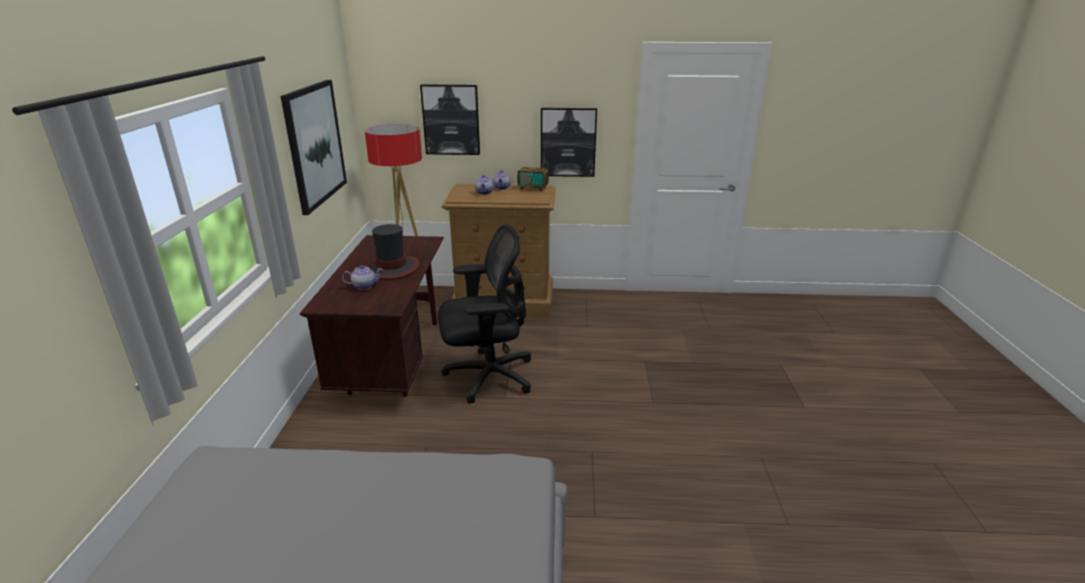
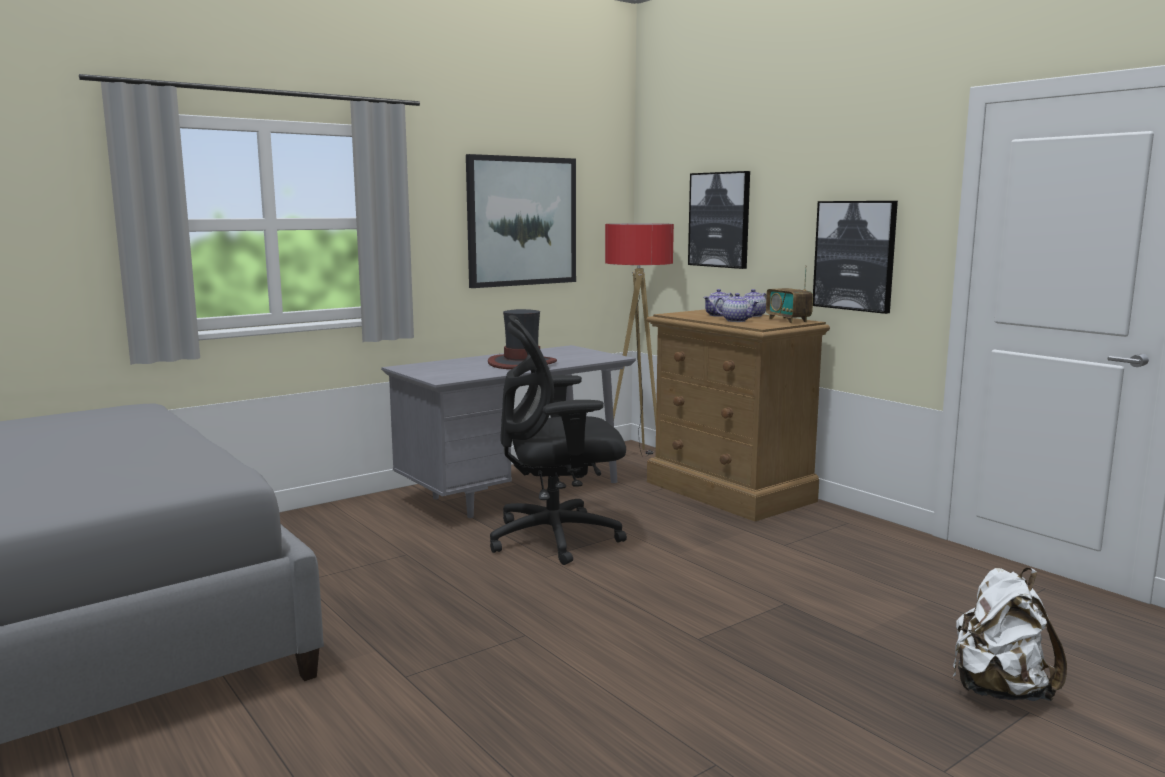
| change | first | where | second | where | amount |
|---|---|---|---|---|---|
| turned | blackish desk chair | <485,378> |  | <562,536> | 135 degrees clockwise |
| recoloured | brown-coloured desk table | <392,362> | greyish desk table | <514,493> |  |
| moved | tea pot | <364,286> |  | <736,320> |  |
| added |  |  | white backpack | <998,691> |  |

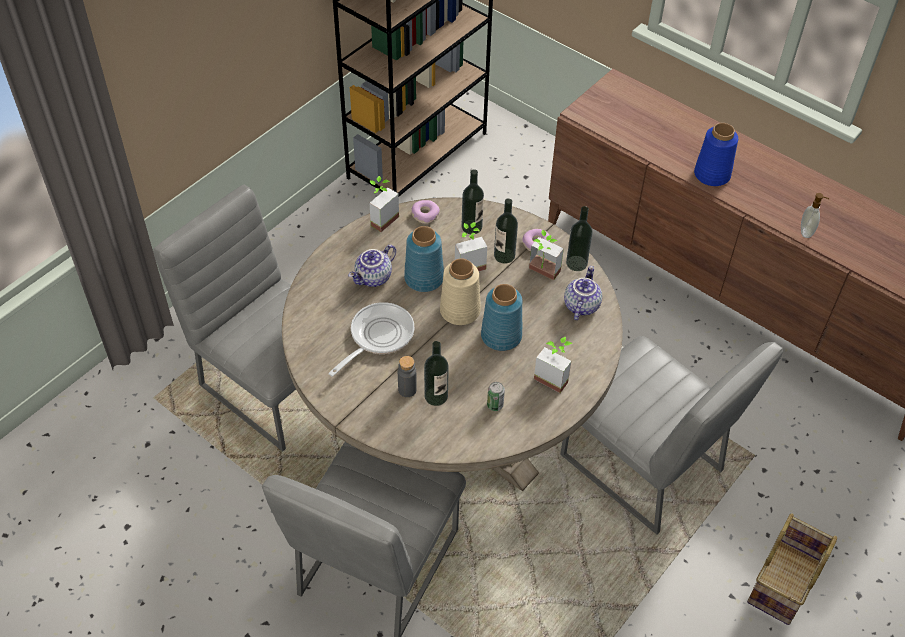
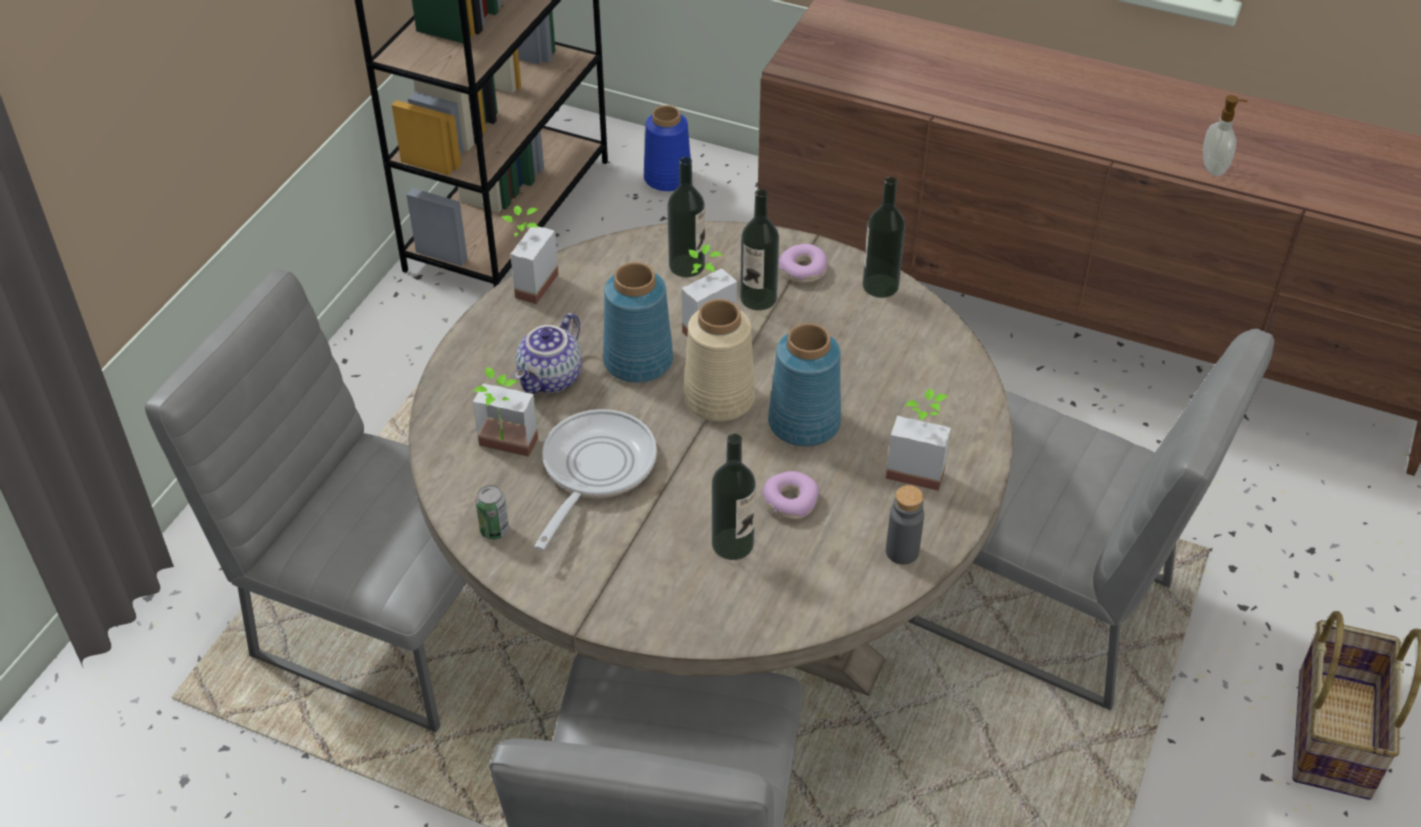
| change | first | where | second | where | amount |
|---|---|---|---|---|---|
| moved | bluish decorative vase | <712,175> |  | <668,178> |  |
| moved | doughnut | <425,215> |  | <790,501> |  |
| moved | potted plant | <541,273> |  | <504,449> |  |
| removed | tea pot | <580,305> |  |  |  |
| moved | greyish beverage bottle | <407,390> |  | <902,551> |  |
| moved | can | <495,405> |  | <494,530> |  |

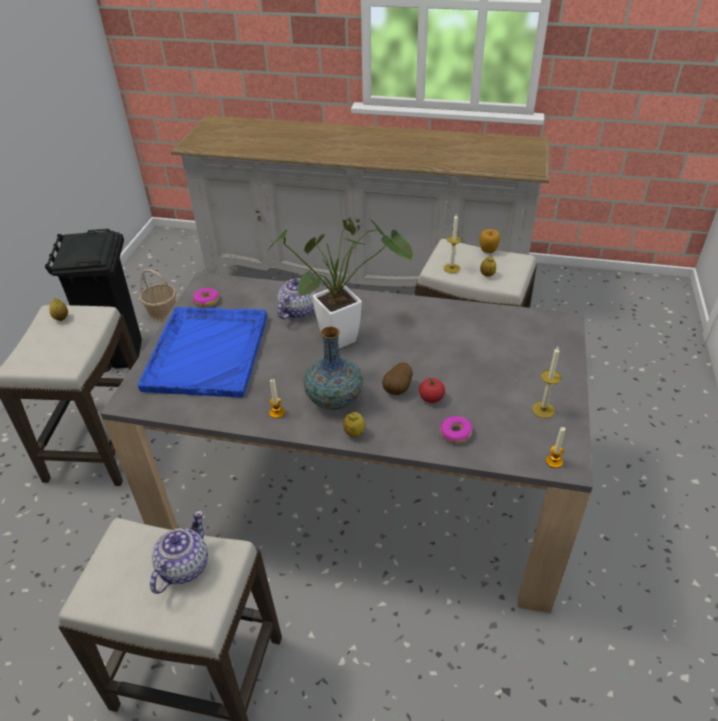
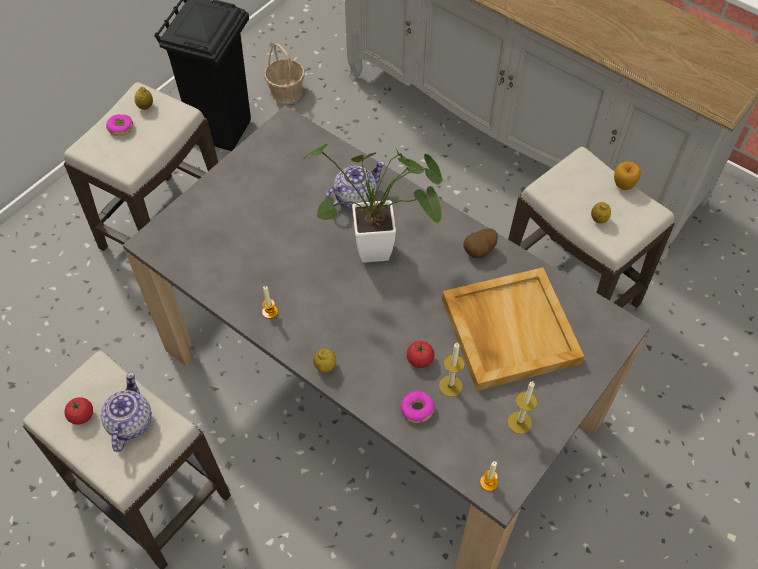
| change | first | where | second | where | amount |
|---|---|---|---|---|---|
| moved | candle | <451,268> |  | <450,386> |  |
| moved | doughnut | <206,301> |  | <120,128> |  |
| removed | bluish tray | <208,351> |  |  |  |
| removed | decorative vase | <334,399> |  |  |  |
| moved | potato | <398,389> |  | <479,252> |  |
| turned | tea pot | <183,567> |  | <129,423> | 45 degrees counterclockwise |
| added |  |  | sand-coloured tray | <508,330> |  |
| added |  |  | fresh tomato | <82,415> |  |

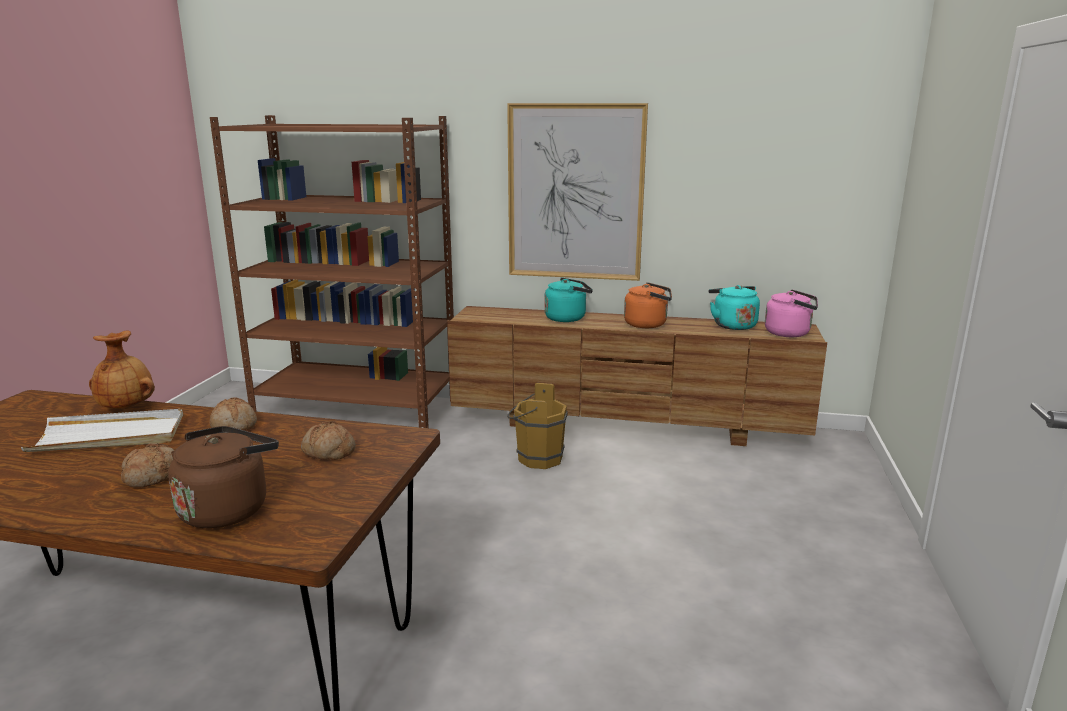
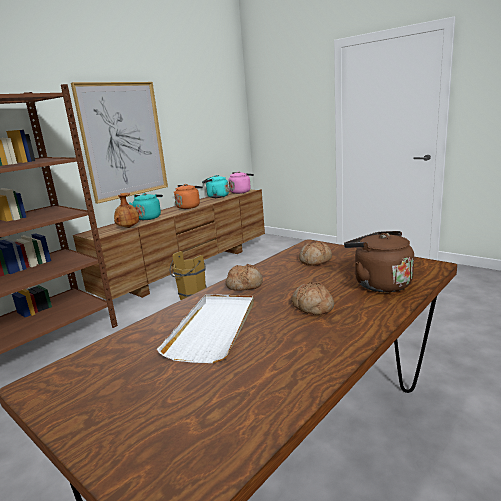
| change | first | where | second | where | amount |
|---|---|---|---|---|---|
| moved | brown-coloured decorative vase | <127,408> |  | <128,227> |  |

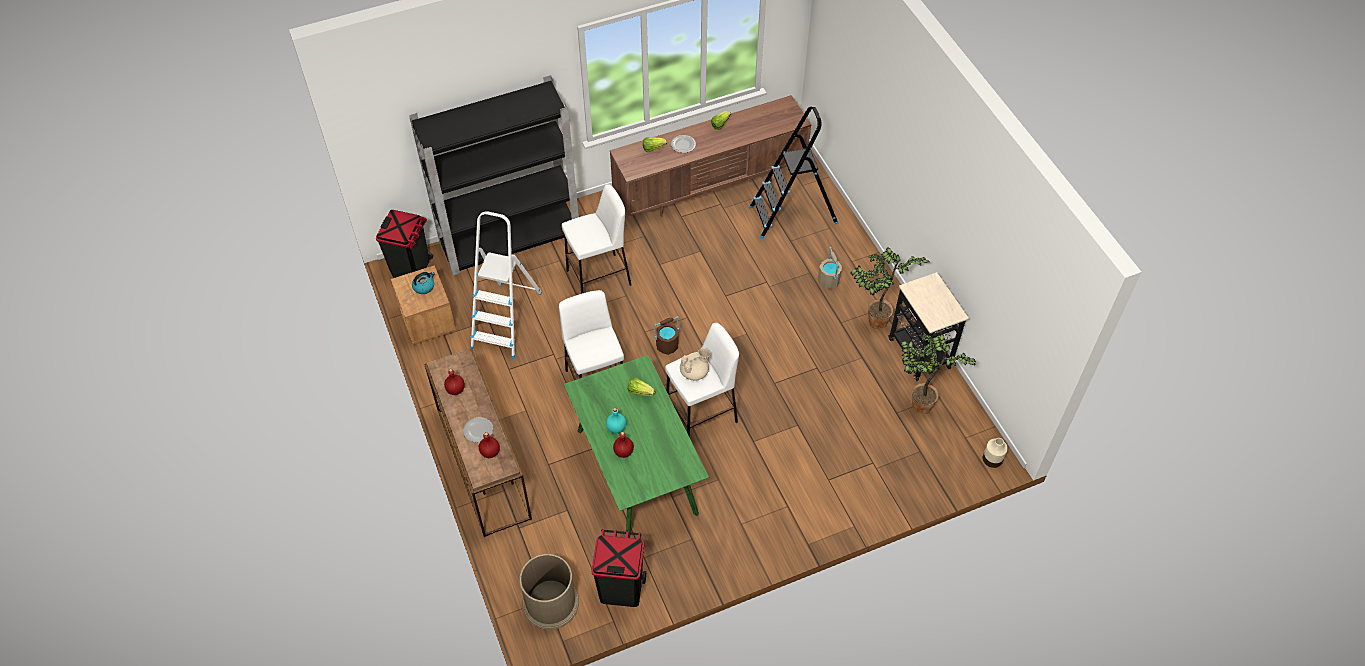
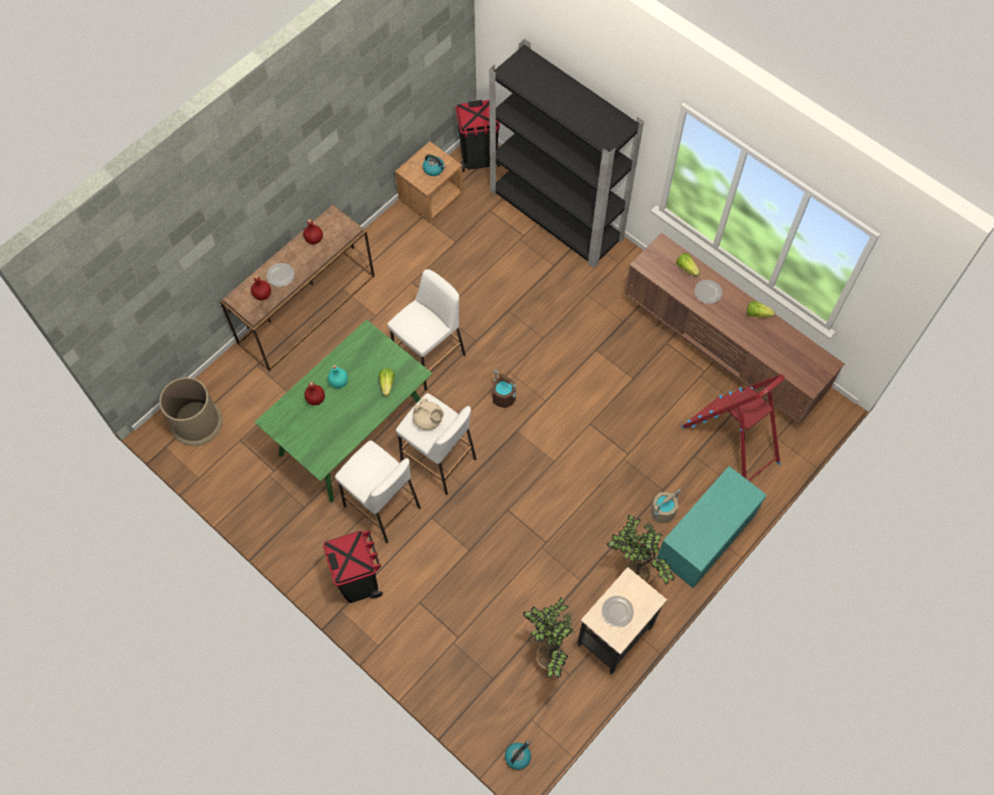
| change | first | where | second | where | amount |
|---|---|---|---|---|---|
| recoloured | blackish step stool | <792,215> | red step stool | <729,444> |  |
| moved | white stool | <599,277> |  | <382,507> |  |
| removed | white step stool | <506,320> |  |  |  |
| replaced | sand-coloured decorative vase | <992,459> | tea kettle | <518,756> |  |
| moved | blackish waste bin | <621,589> |  | <359,580> |  |
| added |  |  | blue-green long seat | <706,538> |  |
| added |  |  | dinner plate | <617,611> |  |

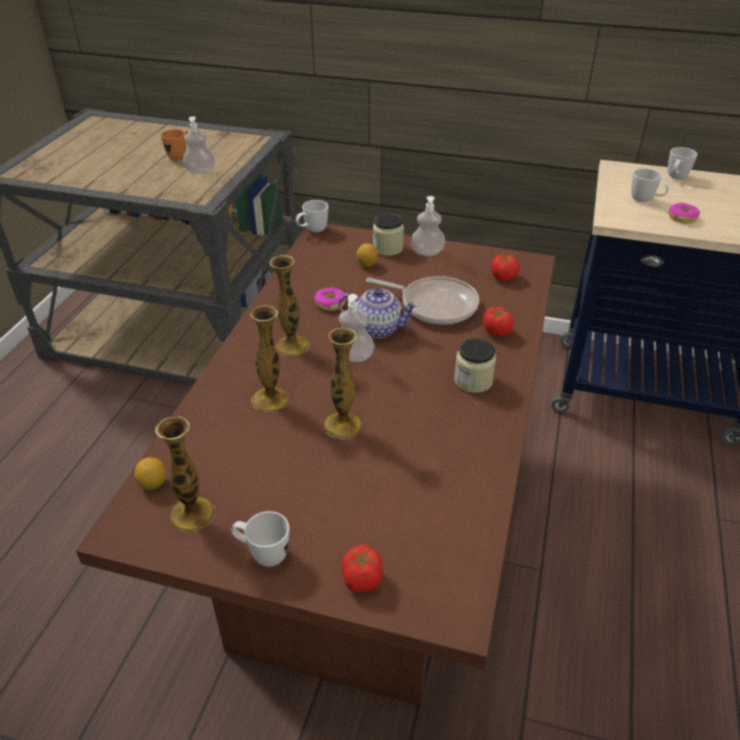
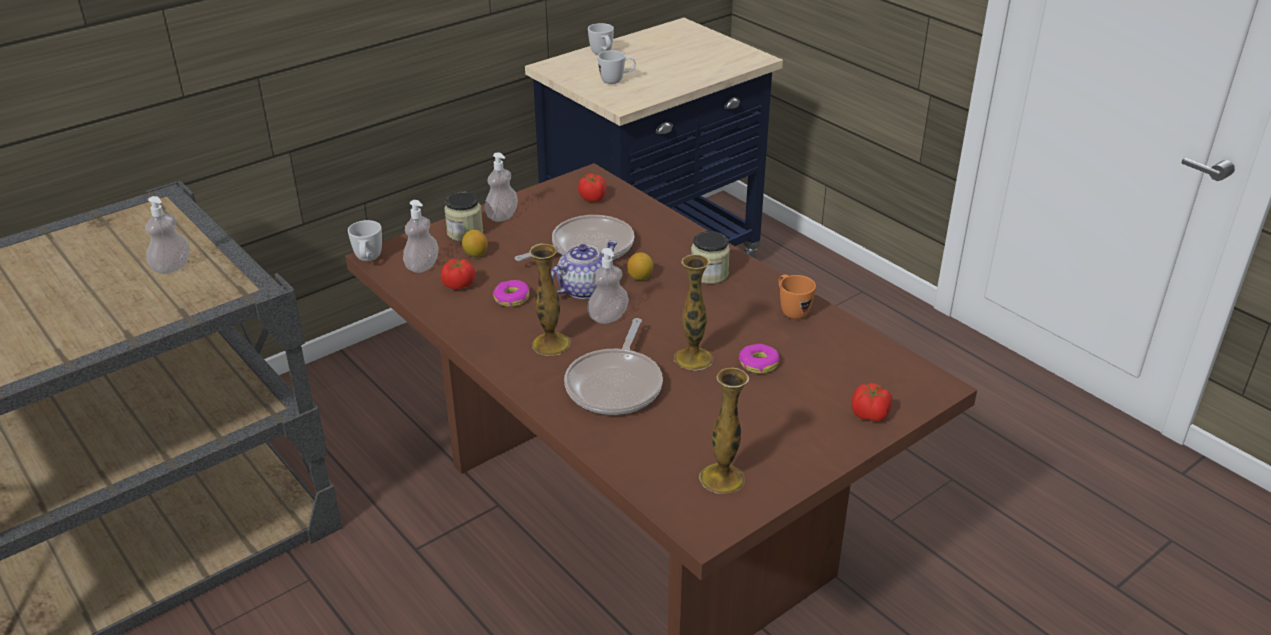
| change | first | where | second | where | amount |
|---|---|---|---|---|---|
| moved | orange tea mug | <180,155> |  | <791,310> |  |
| moved | doughnut | <682,217> |  | <758,364> |  |
| replaced | decorative vase | <270,400> | frying pan | <616,385> |  |
| moved | fresh tomato | <496,331> |  | <459,285> |  |
| moved | whole lemon | <153,484> |  | <640,277> |  |
| removed | white tea mug | <262,554> |  |  |  |
| added |  |  | soap bottle | <422,266> |  |

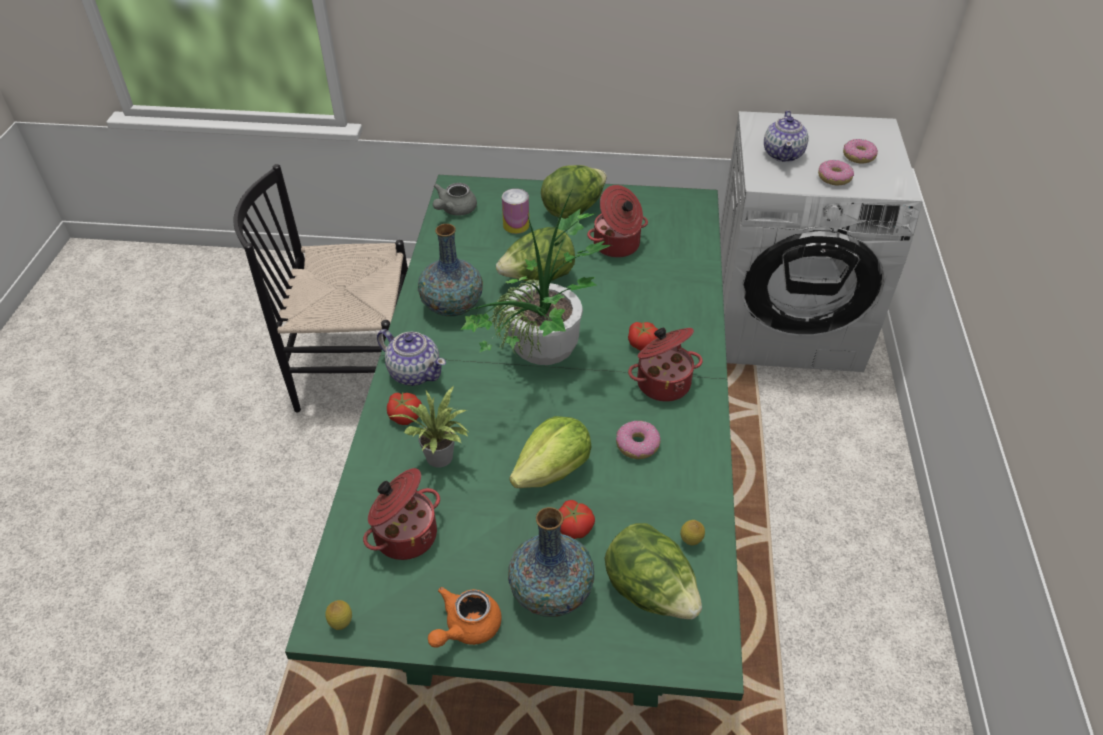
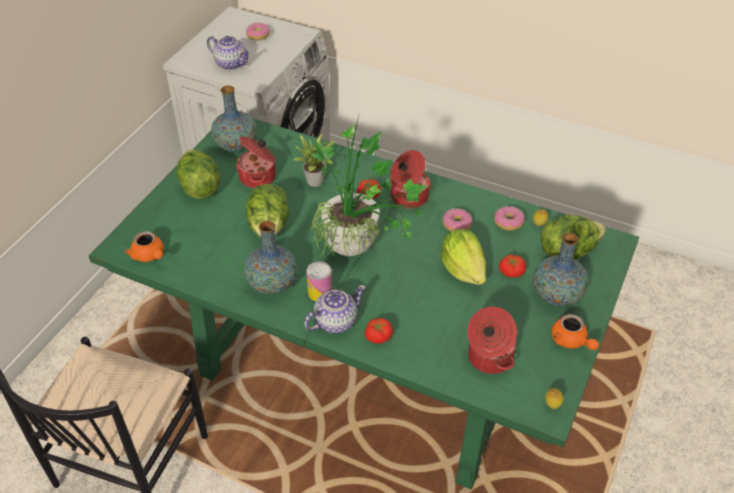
| change | first | where | second | where | amount |
|---|---|---|---|---|---|
| moved | doughnut | <834,178> |  | <508,222> |  |
| recoloured | greyish tea pot | <454,210> | orange tea pot | <149,256> |  |
| moved | can | <516,225> |  | <320,292> |  |
| moved | potted plant | <440,460> |  | <317,181> |  |
| added |  |  | decorative vase | <236,145> |  |

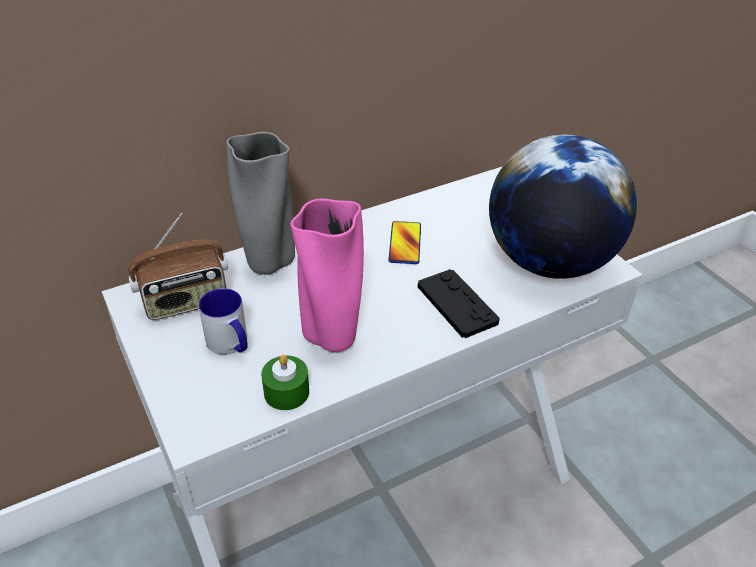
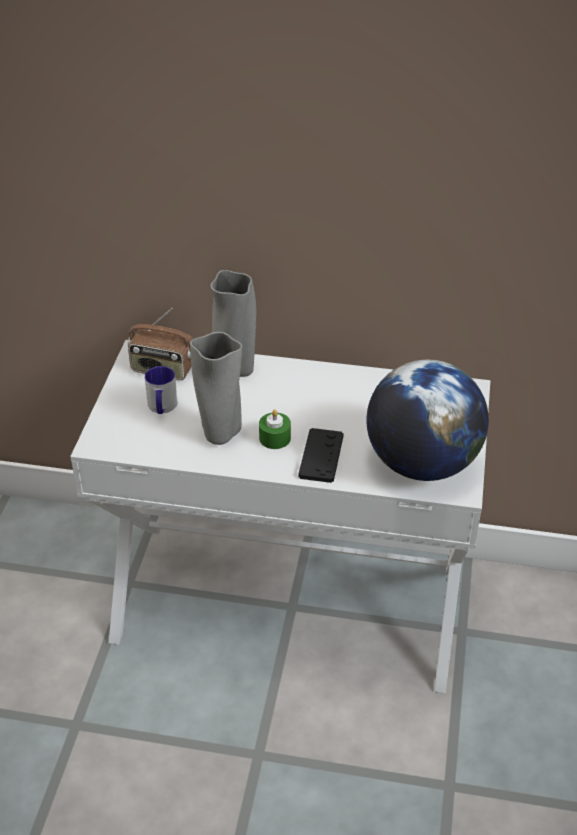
| change | first | where | second | where | amount |
|---|---|---|---|---|---|
| recoloured | pinkish decorative vase | <331,338> | greyish decorative vase | <220,434> |  |
| removed | telephone | <405,243> |  |  |  |
| moved | greenish candle | <286,392> |  | <275,438> |  |

